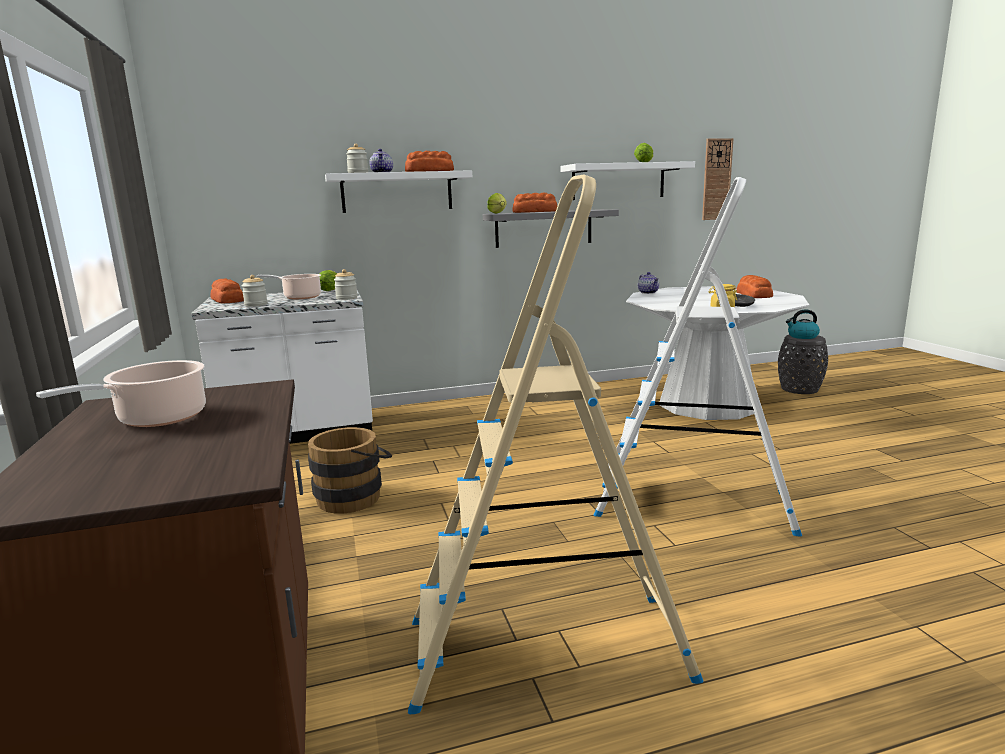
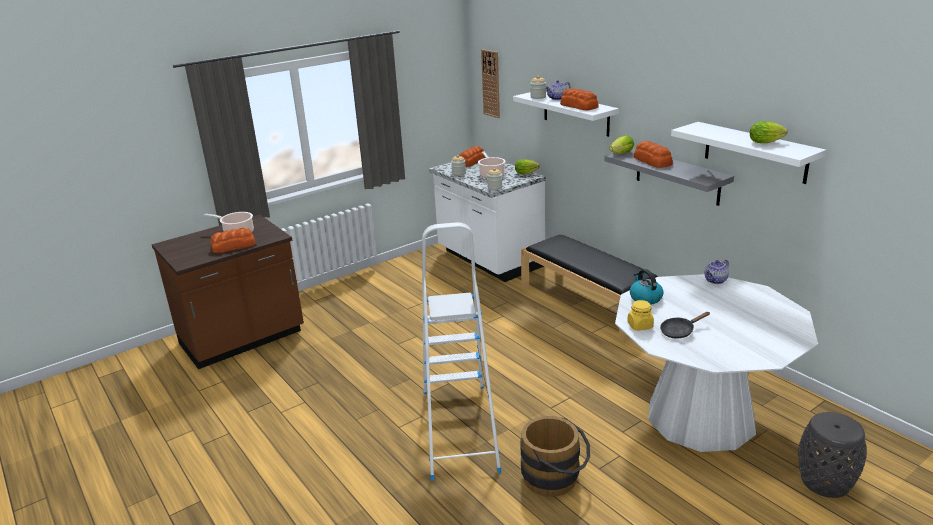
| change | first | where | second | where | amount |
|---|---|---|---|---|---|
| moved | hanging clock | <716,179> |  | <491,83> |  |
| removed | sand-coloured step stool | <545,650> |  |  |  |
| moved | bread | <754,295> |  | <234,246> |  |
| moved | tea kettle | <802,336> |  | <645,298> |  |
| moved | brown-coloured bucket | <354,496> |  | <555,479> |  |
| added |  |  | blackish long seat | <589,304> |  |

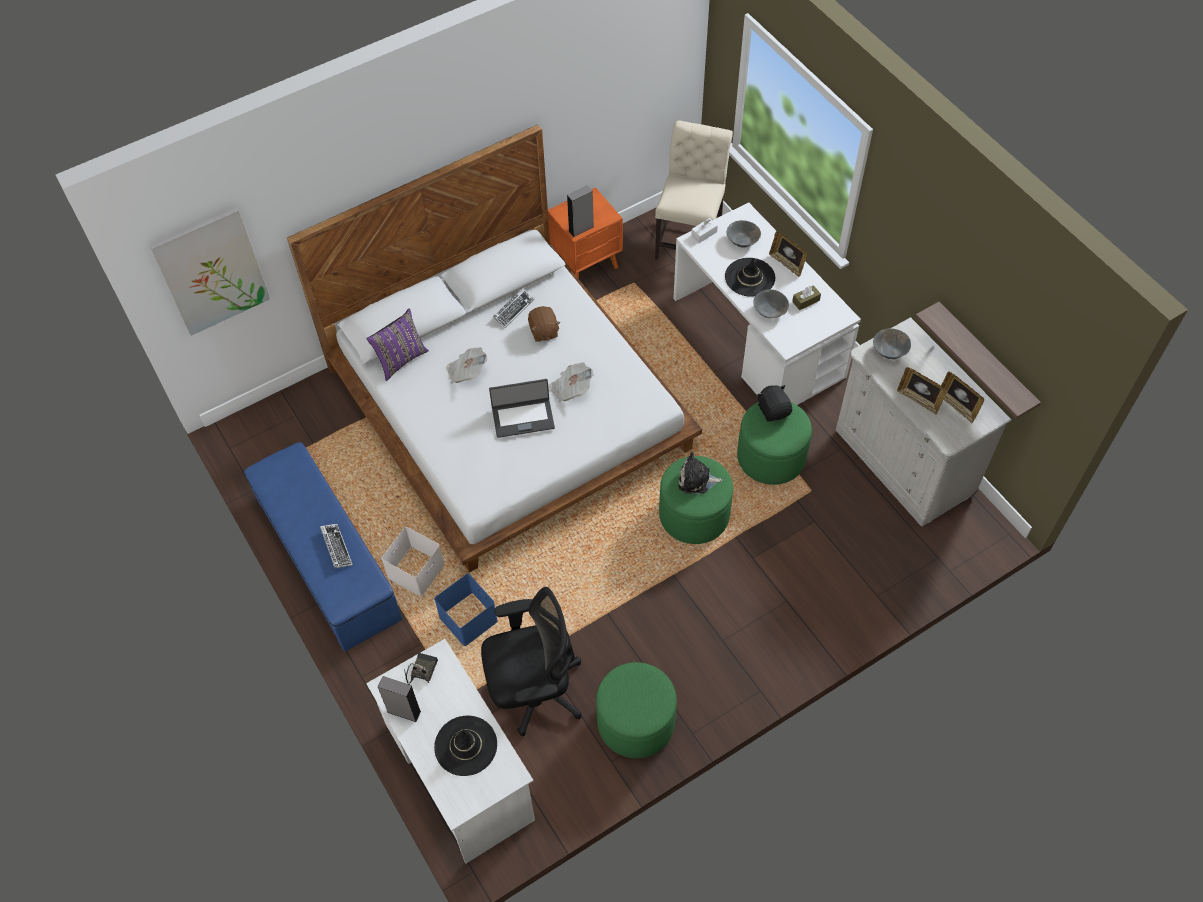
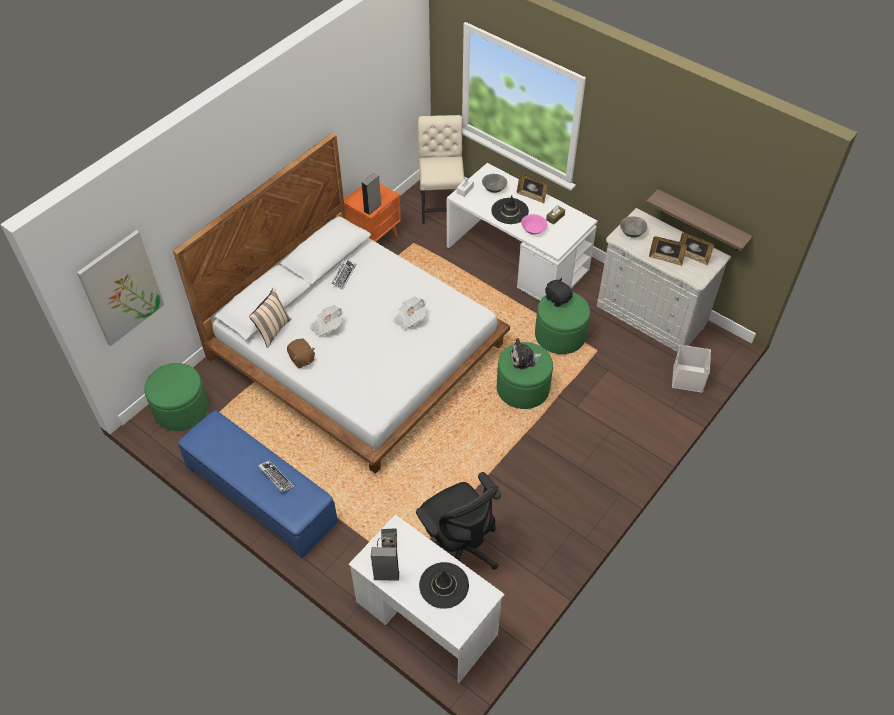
| change | first | where | second | where | amount |
|---|---|---|---|---|---|
| recoloured | greyish deep dish | <769,311> | pinkish deep dish | <533,230> |  |
| moved | brown-coloured soft toy | <543,331> |  | <301,359> |  |
| recoloured | purple-coloured cushion | <401,360> | sand-coloured cushion | <272,330> |  |
| removed | notebook computer | <523,418> |  |  |  |
| moved | white storage container | <416,570> |  | <687,377> |  |
| removed | bluish storage container | <467,619> |  |  |  |
| turned | blackish desk chair | <533,693> |  | <458,545> | 90 degrees clockwise |
| moved | greenish ottoman | <636,722> |  | <181,409> |  |

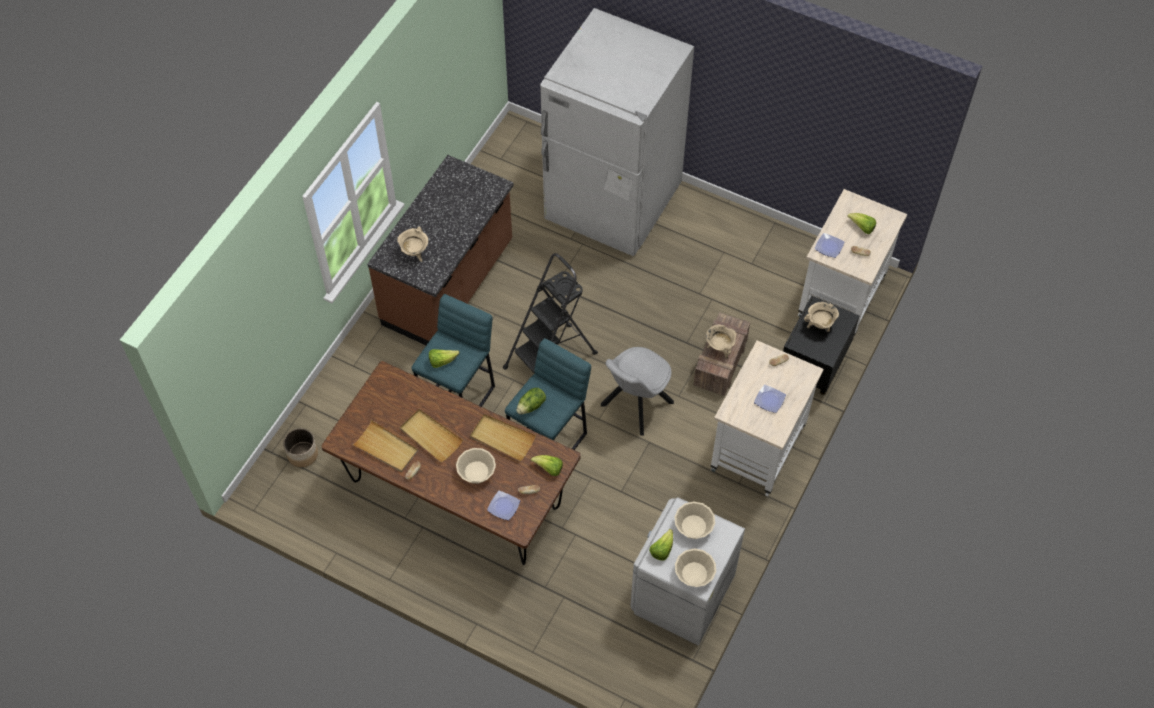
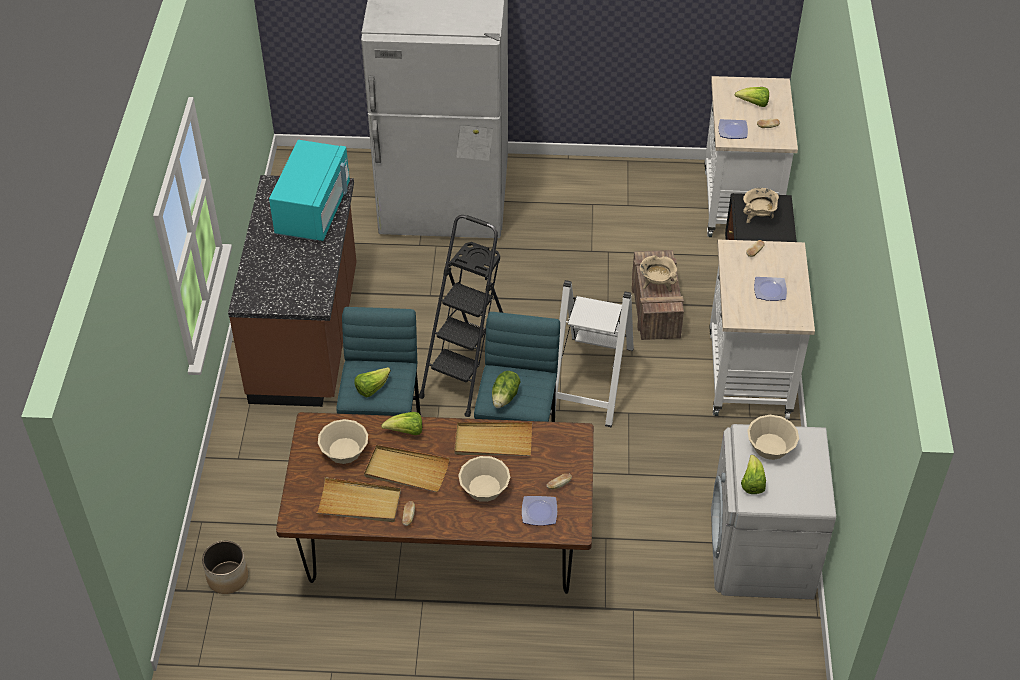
| change | first | where | second | where | amount |
|---|---|---|---|---|---|
| removed | sand-coloured stockpot | <414,253> |  |  |  |
| replaced | greyish chair | <635,405> | white step stool | <591,381> |  |
| moved | lettuce | <549,469> |  | <406,432> |  |
| moved | sand-coloured deep dish | <694,573> |  | <344,450> |  |
| added |  |  | blue-green kitchen microwave | <313,210> |  |

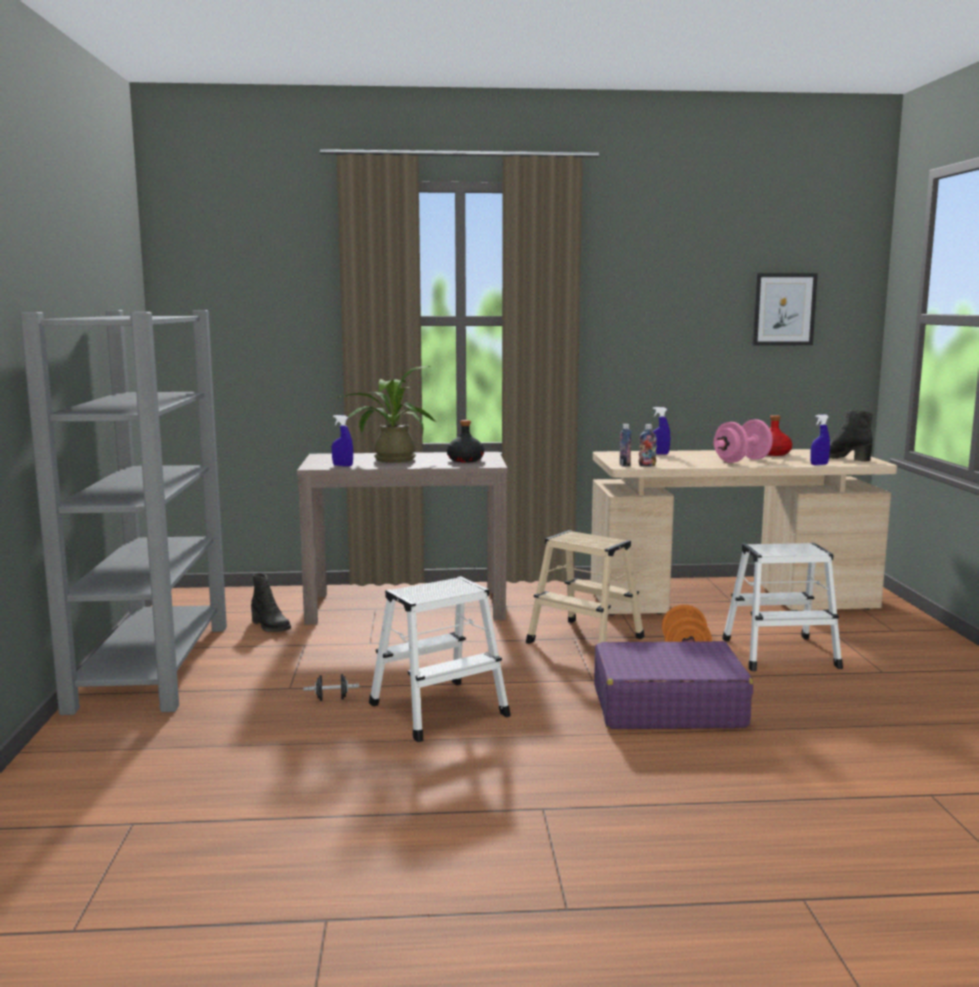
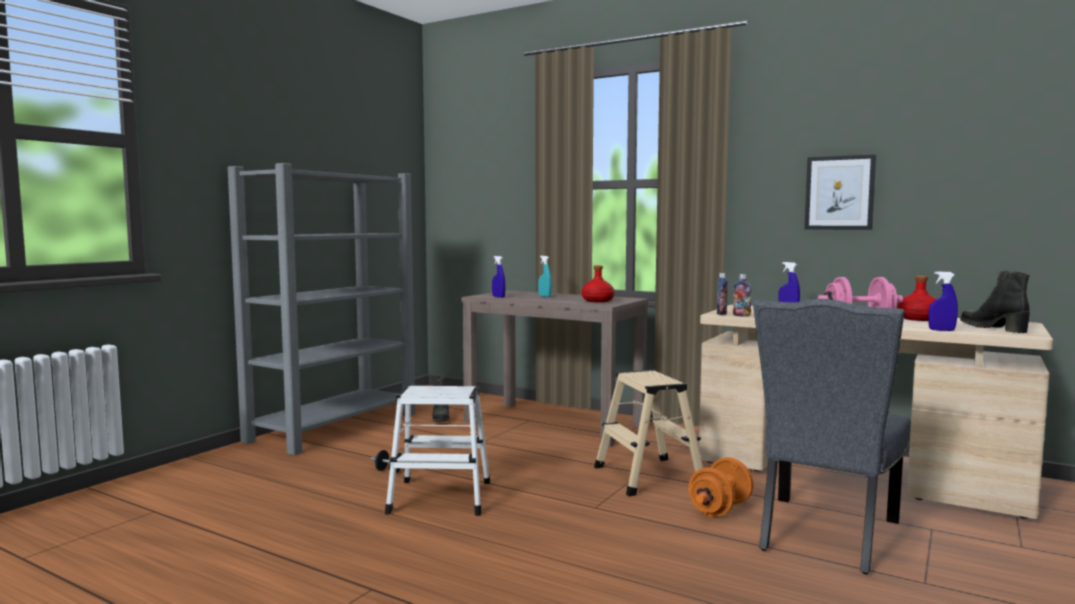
| change | first | where | second | where | amount |
|---|---|---|---|---|---|
| moved | picture | <784,309> |  | <839,193> |  |
| replaced | potted plant | <389,459> | blue-green sprayer | <544,296> |  |
| recoloured | blackish beverage bottle | <465,460> | red beverage bottle | <597,301> |  |
| replaced | white step stool | <779,652> | greyish chair | <826,532> |  |
| removed | purple-coloured piece of luggage | <667,706> |  |  |  |

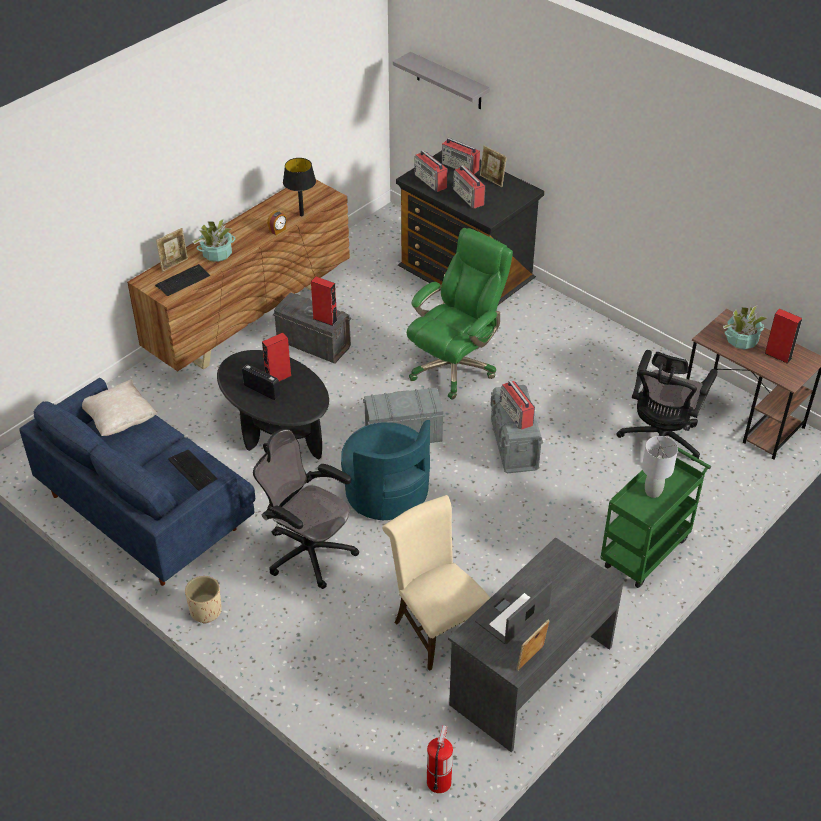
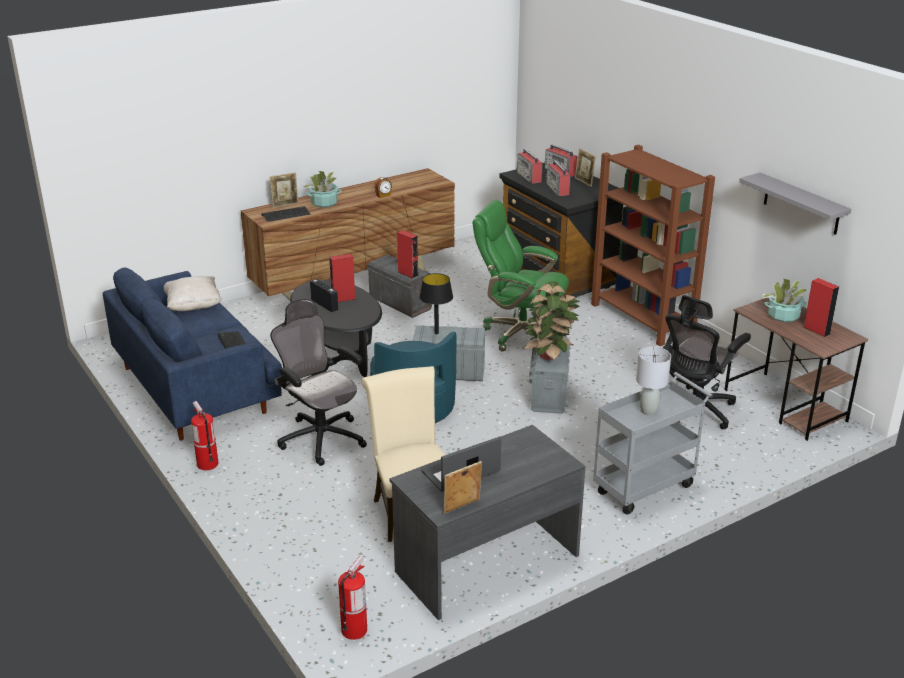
| change | first | where | second | where | amount |
|---|---|---|---|---|---|
| moved | greyish shelf | <449,81> |  | <801,204> |  |
| moved | blackish tabletop lamp | <301,215> |  | <436,333> |  |
| turned | greenish desk chair | <456,368> |  | <520,335> | 120 degrees counterclockwise |
| replaced | radio set | <516,414> | potted plant | <549,355> |  |
| recoloured | greenish cart | <646,552> | greyish cart | <646,489> |  |
| replaced | sand-coloured flower pot | <205,611> | fire extinguisher | <207,464> |  |
| added |  |  | brown-coloured bookshelf | <642,318> |  |

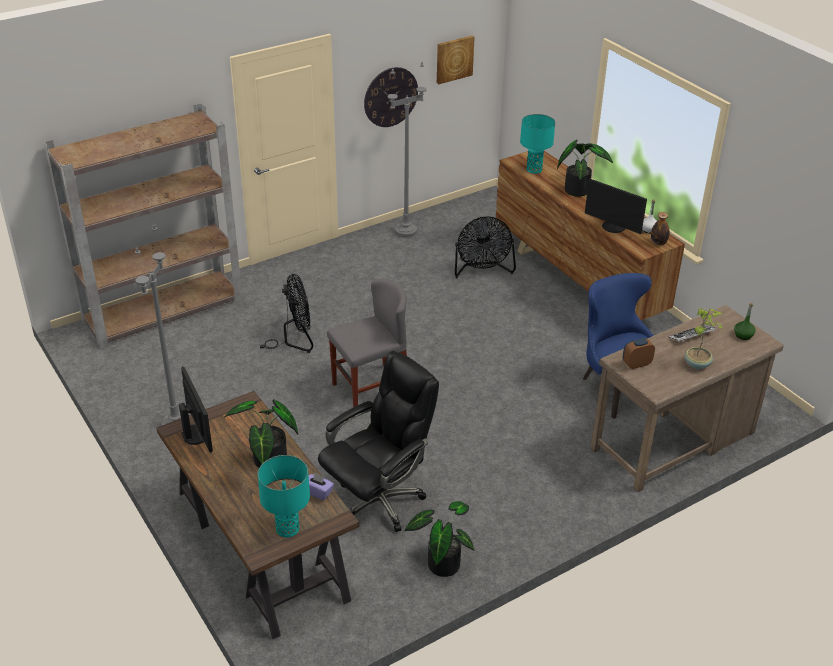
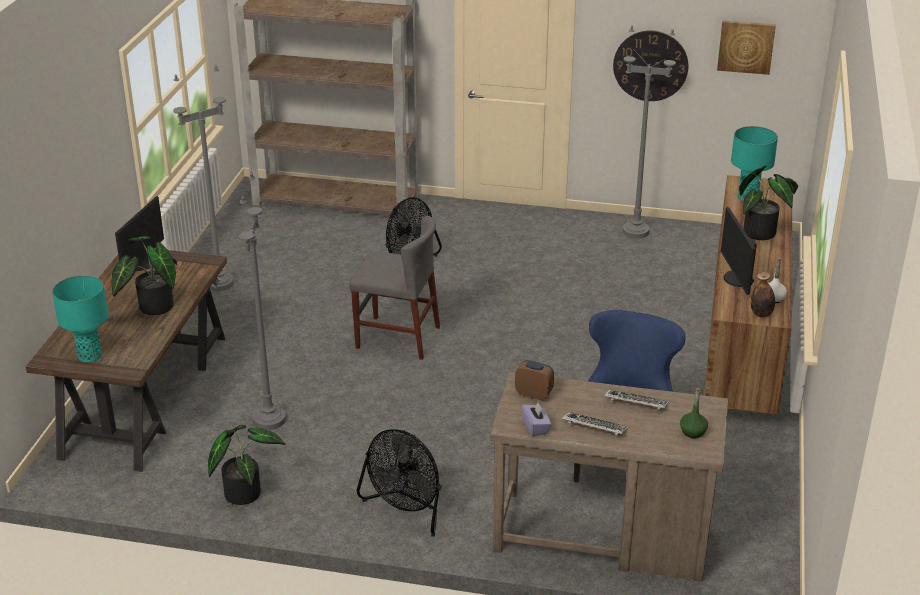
| change | first | where | second | where | amount |
|---|---|---|---|---|---|
| moved | blackish cooling fan | <479,269> |  | <406,506> |  |
| replaced | potted plant | <697,364> | PC keyboard | <594,427> |  |
| replaced | blackish desk chair | <378,502> | greyish standing lamp | <269,420> |  |
| moved | purple-coloured box of tissues | <318,492> |  | <535,427> |  |

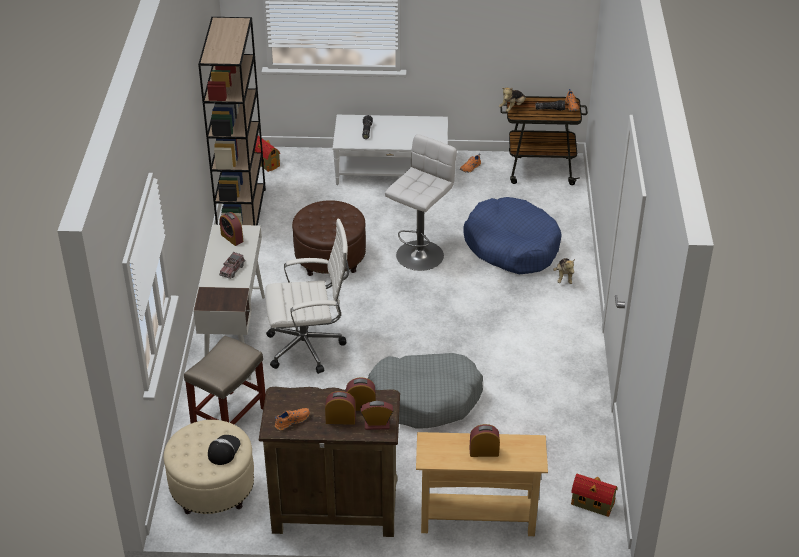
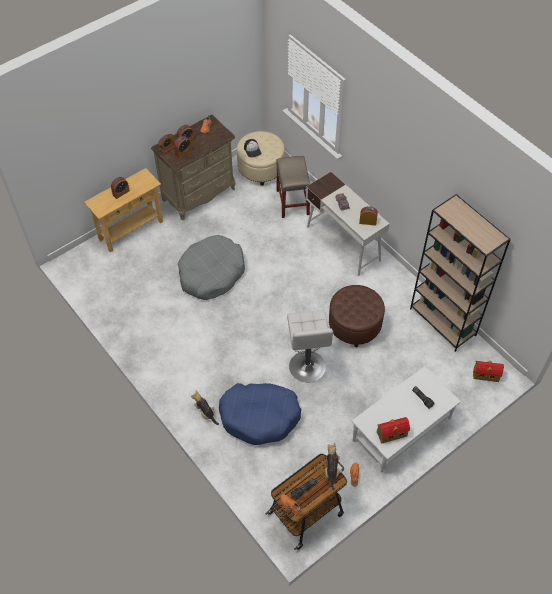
| change | first | where | second | where | amount |
|---|---|---|---|---|---|
| removed | white desk chair | <309,347> |  |  |  |
| moved | miniature house | <593,504> |  | <391,434> |  |

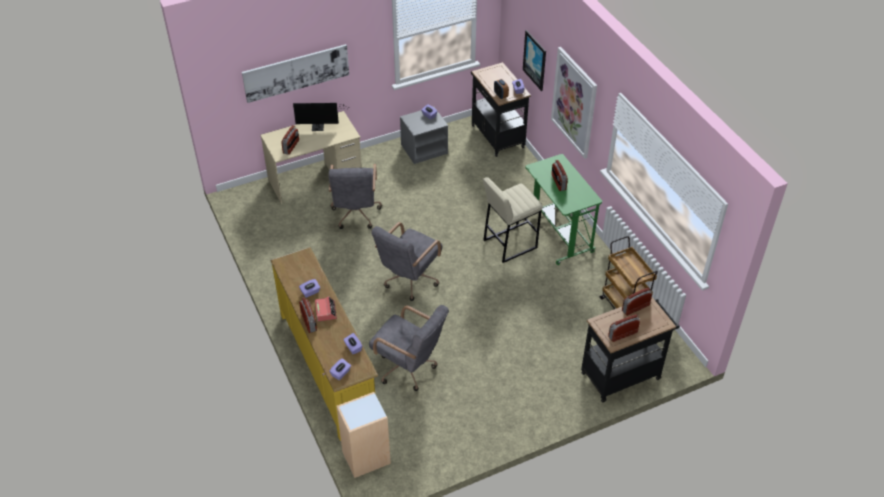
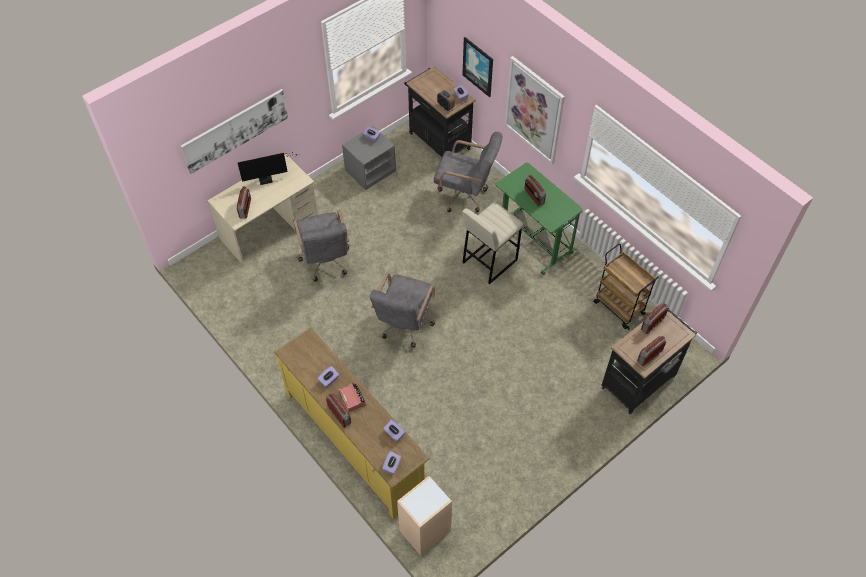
| change | first | where | second | where | amount |
|---|---|---|---|---|---|
| moved | greyish desk chair | <409,370> |  | <465,197> |  |

